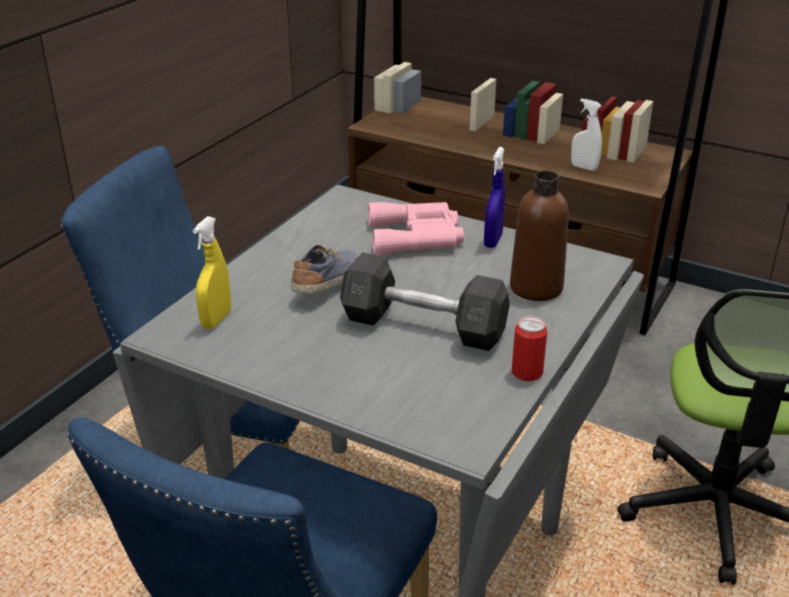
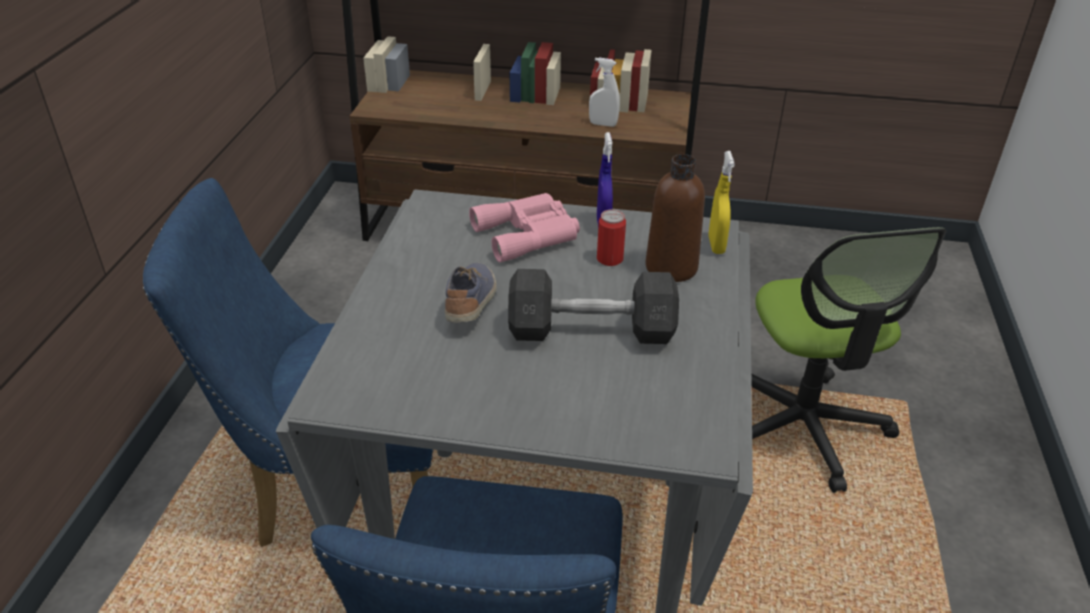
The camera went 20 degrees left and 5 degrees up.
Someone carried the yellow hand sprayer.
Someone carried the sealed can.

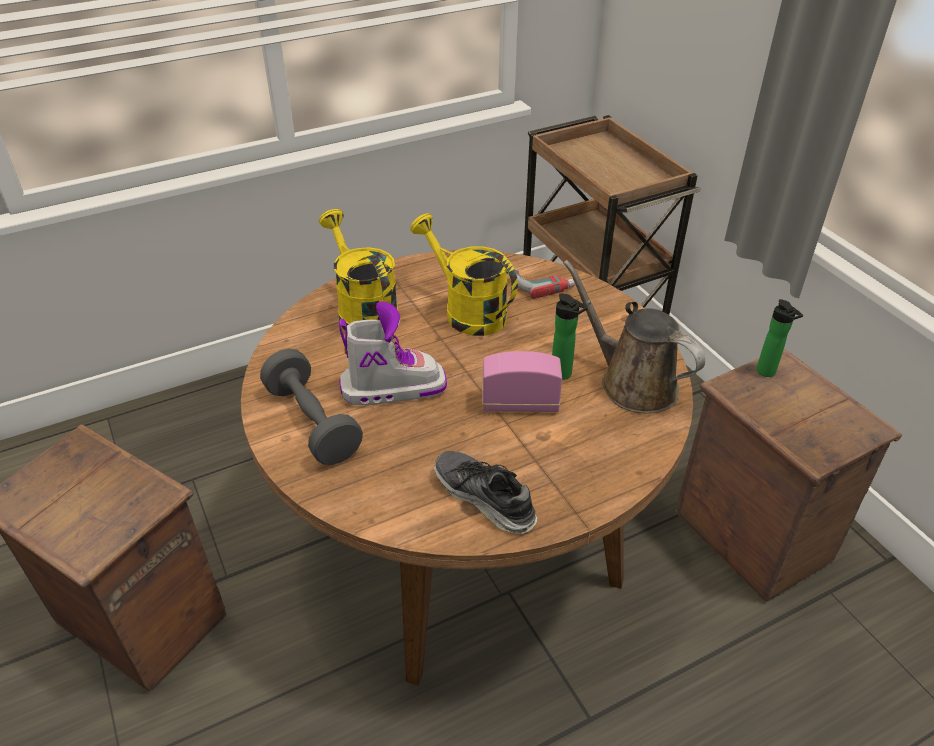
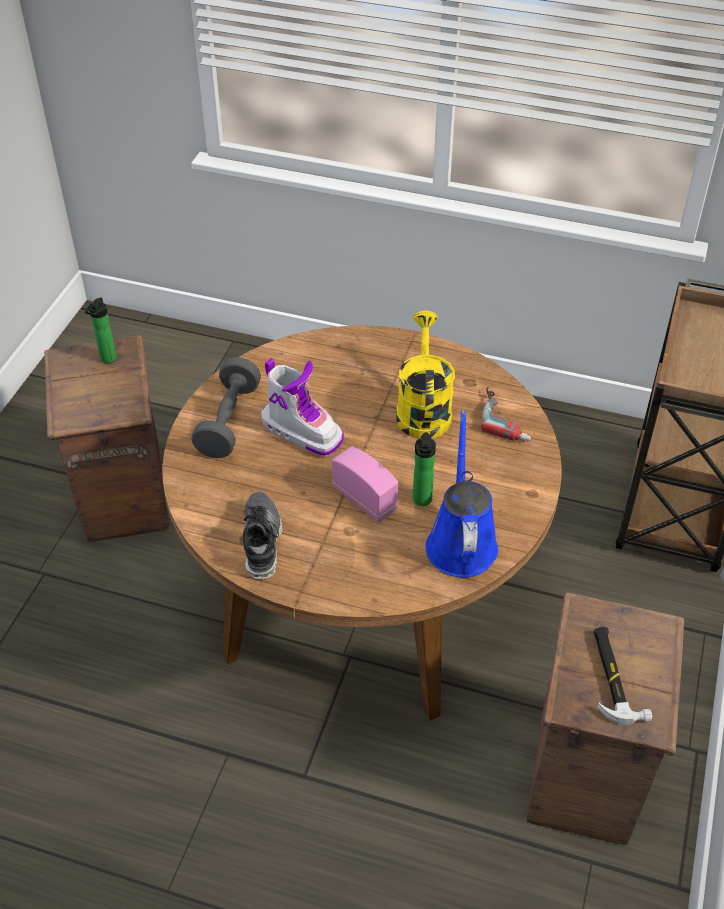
The camera went 45 degrees right and 5 degrees up.
Someone took away the yellow sprinkling can (no. 1 from left).
Someone put down the hand hammer.
Someone carried the beverage bottle (no. 2 from left in the first image).
Someone repainted the brownish sprinkling can, which became the blue-coloured sprinkling can.

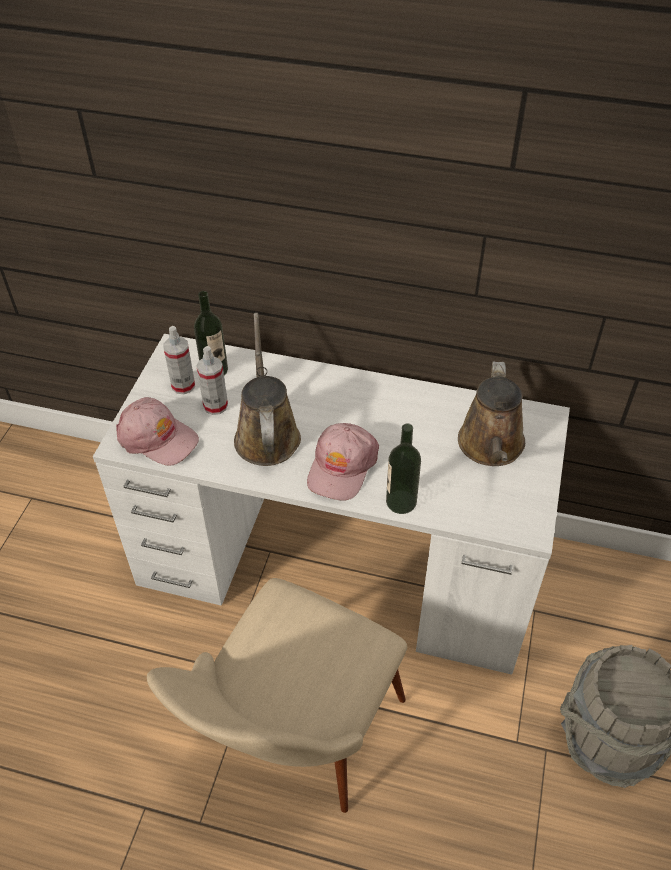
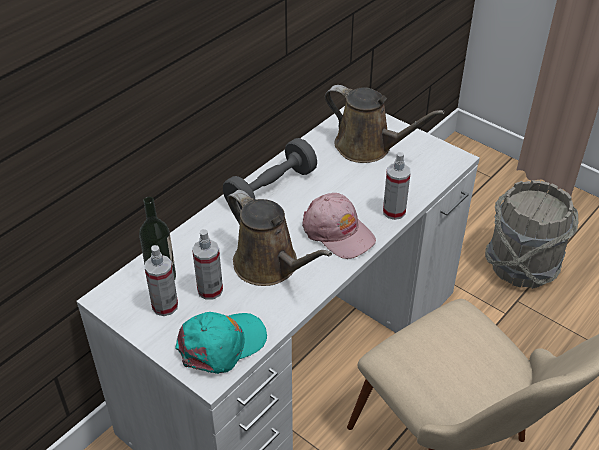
The camera went 65 degrees left and 5 degrees down.
Someone put down the greyish hand weight.
Someone swapped the beverage bottle (no. 2 from left) for the hand sprayer (no. 3 from left).
Someone repainted the pinkish baseball cap (no. 1 from left), which became the turquoise-coloured baseball cap.
Someone rotated the brownish sprinkling can (no. 1 from left) by 150 degrees counterclockwise.

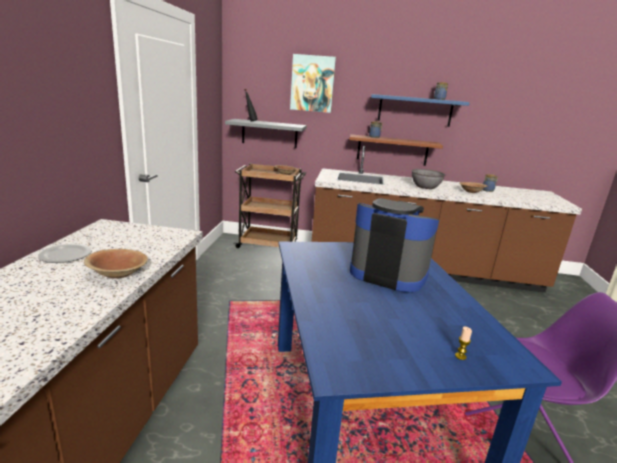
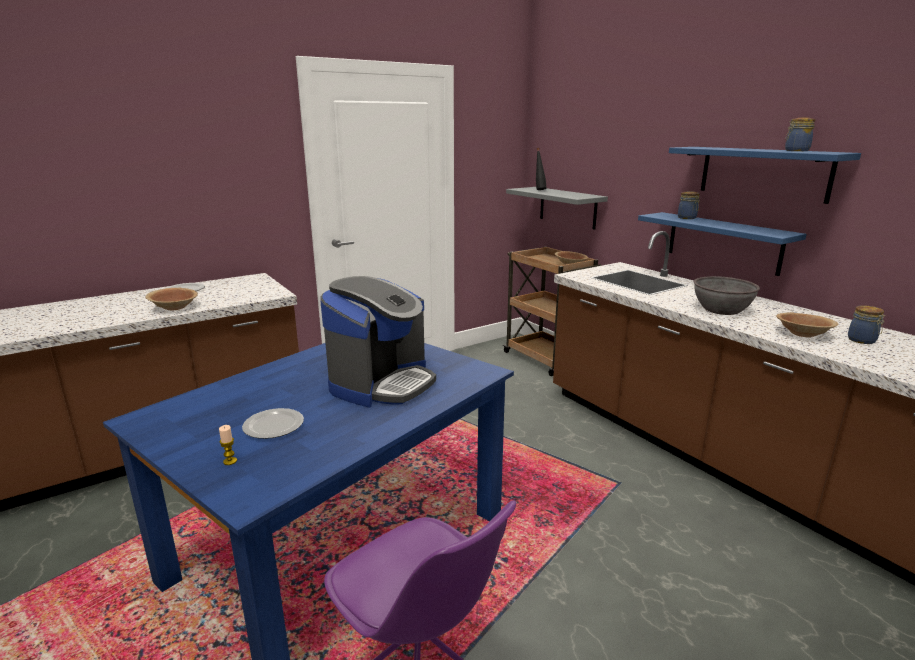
The camera went 50 degrees right and 0 degrees up.
Someone took away the wall art.
Someone put down the dinner plate (no. 2 from left).
Someone repainted the brownish shelf, which became the blue-coloured shelf (no. 1 from left).
Someone rotated the coffee brewer by 45 degrees clockwise.

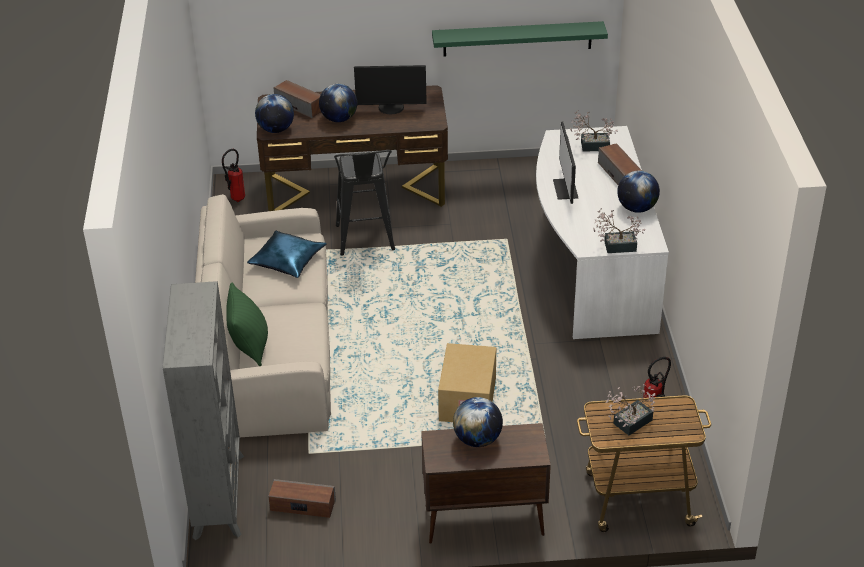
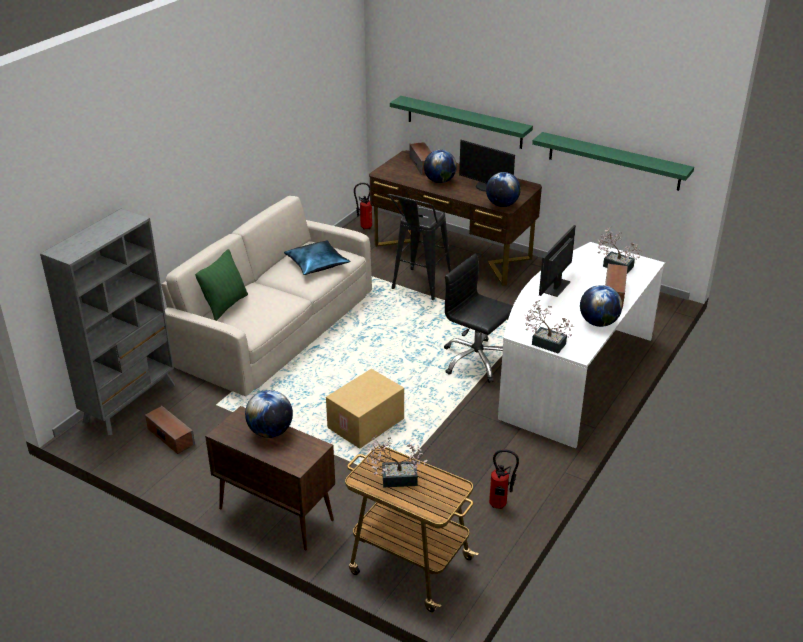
The camera went 35 degrees right and 5 degrees down.
Someone put up the green shelf (no. 1 from left).
Someone put down the black computer chair.
Someone carried the world globe (no. 1 from left in the first image).

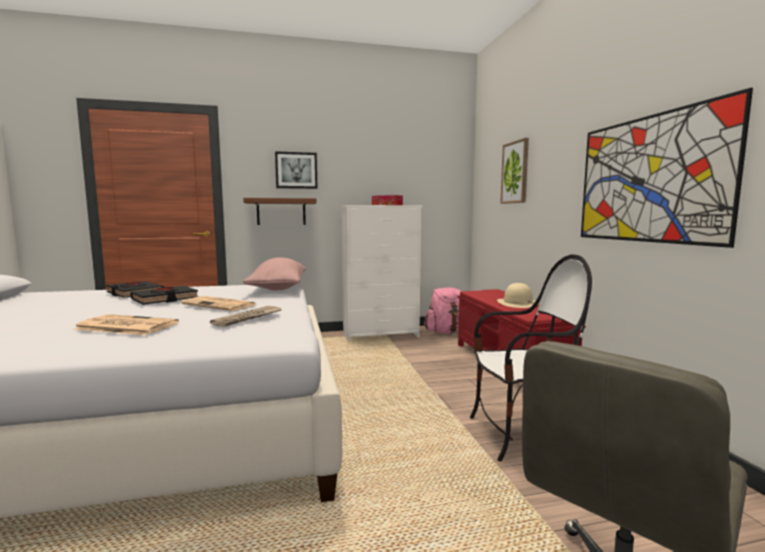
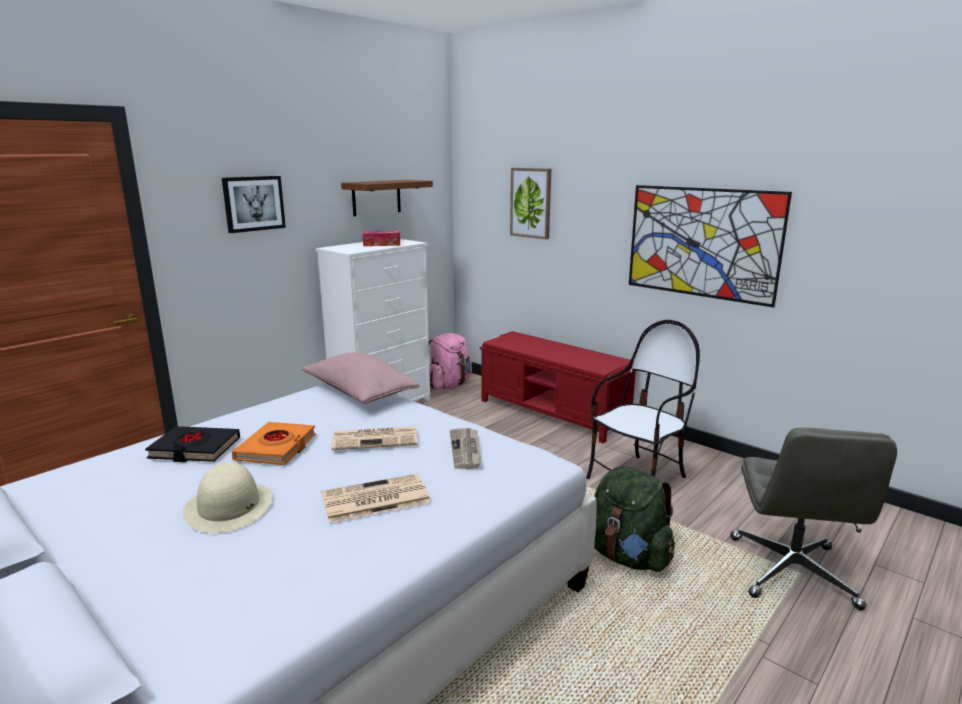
The camera went 35 degrees left and 10 degrees up.
Someone put down the green knapsack.
Someone carried the shelf.
Someone carried the beige hat.
Someone repainted the black bound book (no. 2 from left), which became the orange bound book.

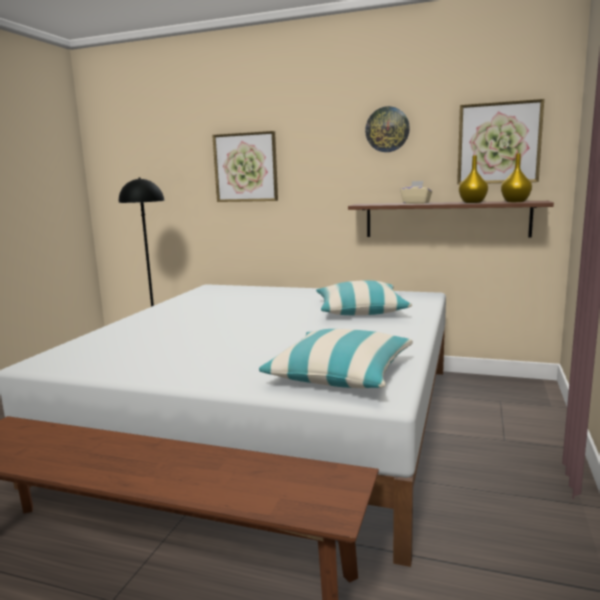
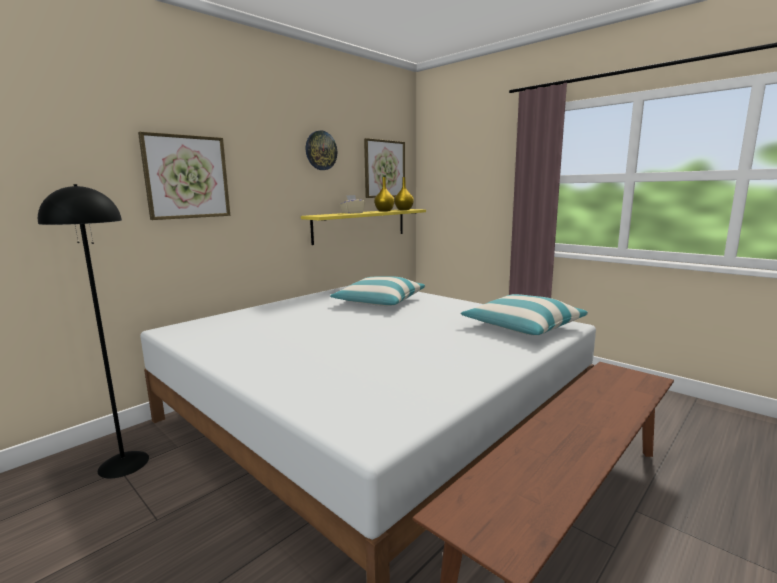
The camera went 65 degrees left and 0 degrees up.
Someone repainted the brownish shelf, which became the yellow shelf.

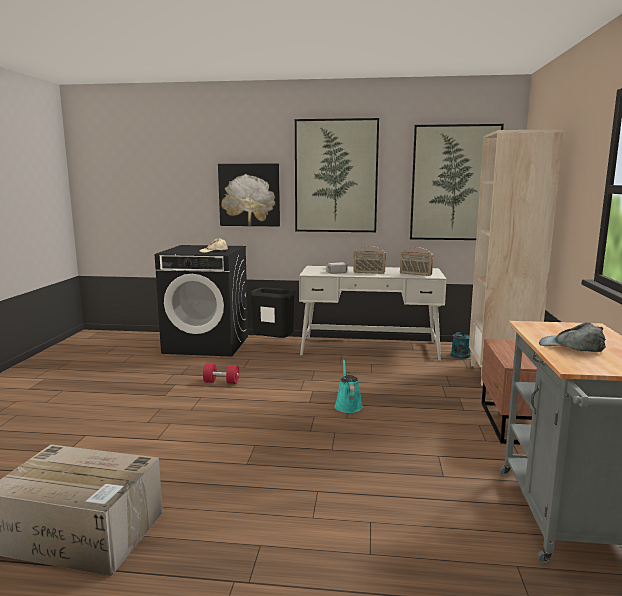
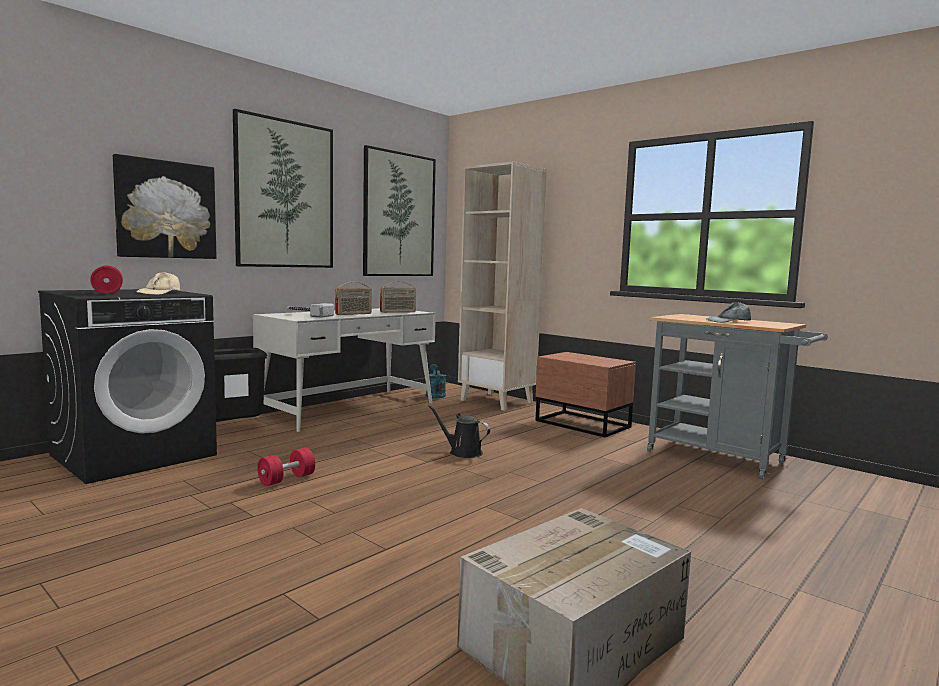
The camera went 55 degrees left and 5 degrees down.
Someone put down the red hand weight (no. 1 from left).
Someone repainted the turquoise-coloured sprinkling can (no. 1 from left), which became the black sprinkling can.

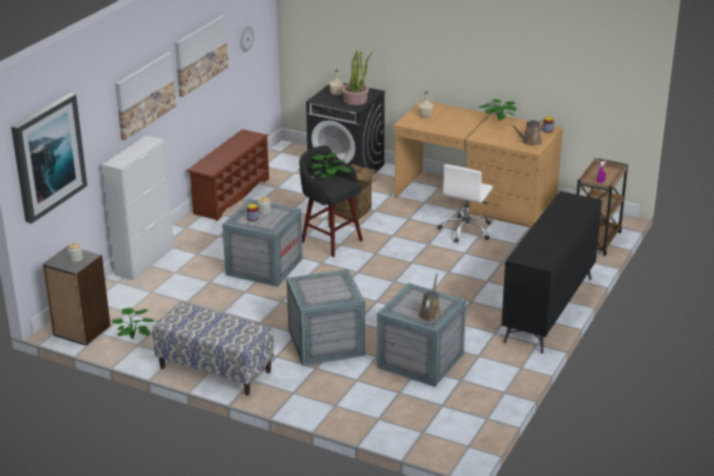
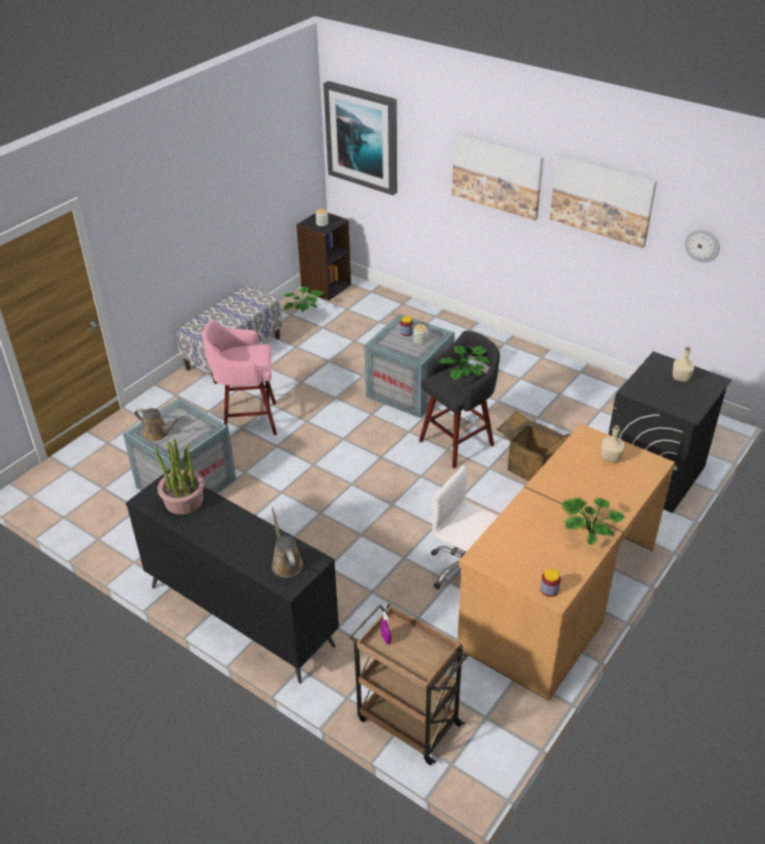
The camera went 100 degrees right and 10 degrees up.
Someone took away the whitish storage cabinet.
Someone took away the brownish shoe stand.
Someone carried the houseplant (no. 3 from left in the first image).
Someone carried the brownish sprinkling can (no. 2 from left).
Someone swapped the shipping crate (no. 2 from left) for the pinkish stool seat.

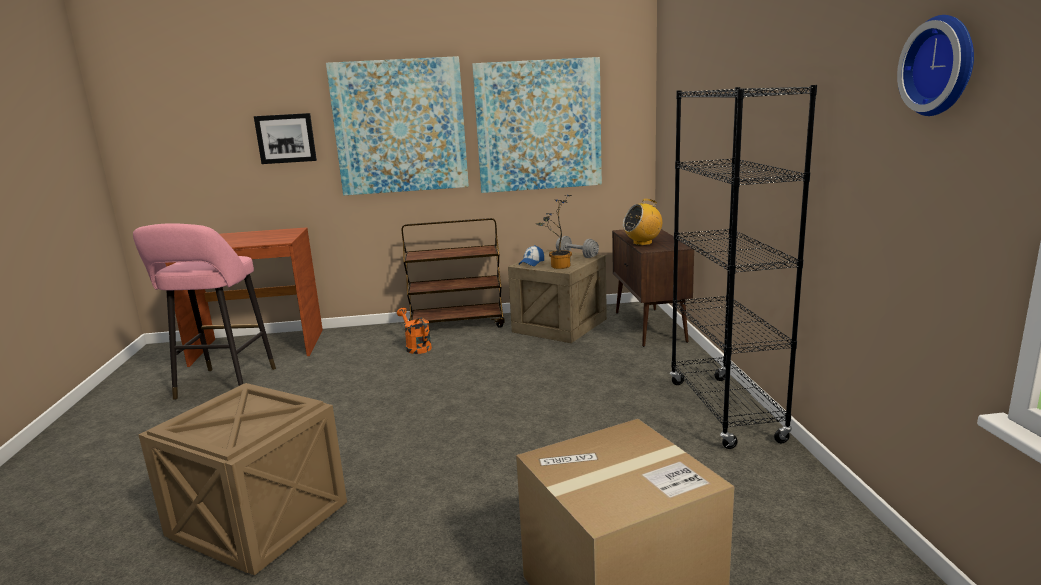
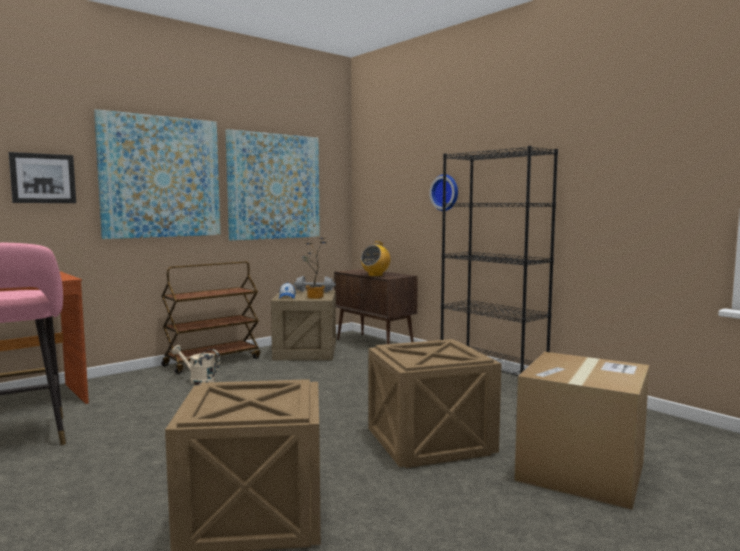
The camera went 35 degrees left and 10 degrees down.
Someone put down the shipping crate (no. 3 from left).
Someone carried the wall clock.
Someone repainted the orange sprinkling can, which became the beige sprinkling can.

